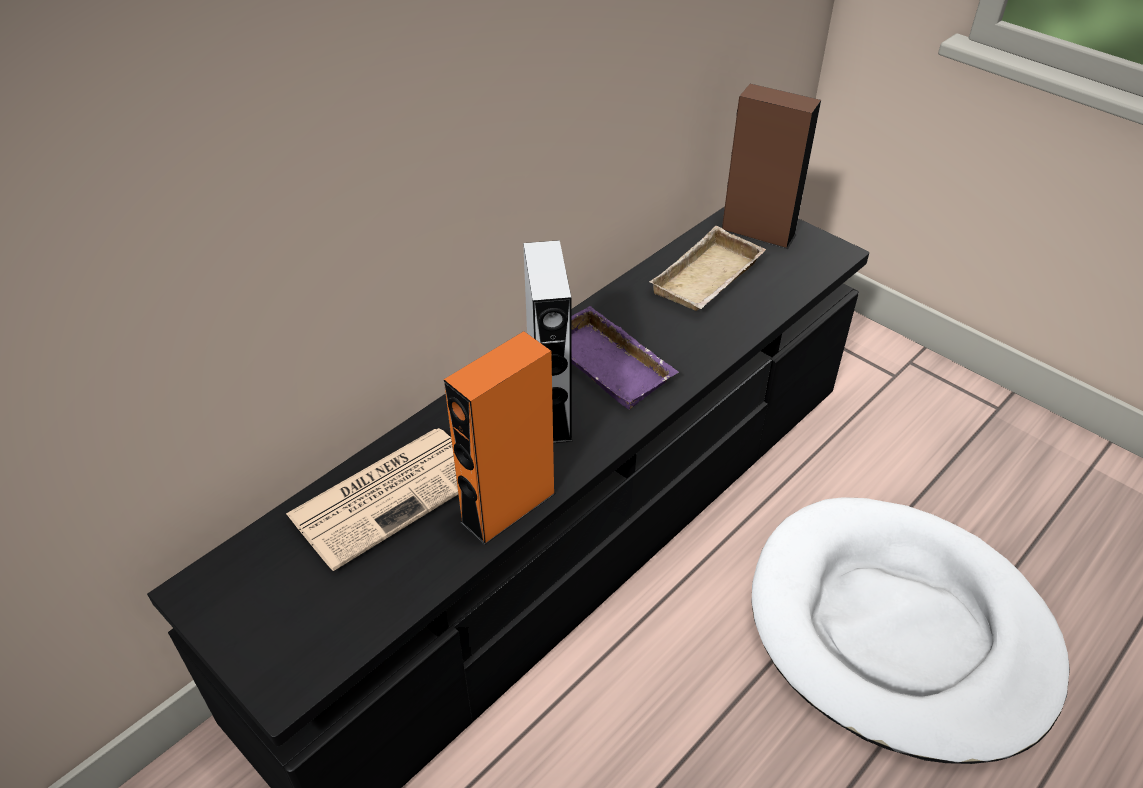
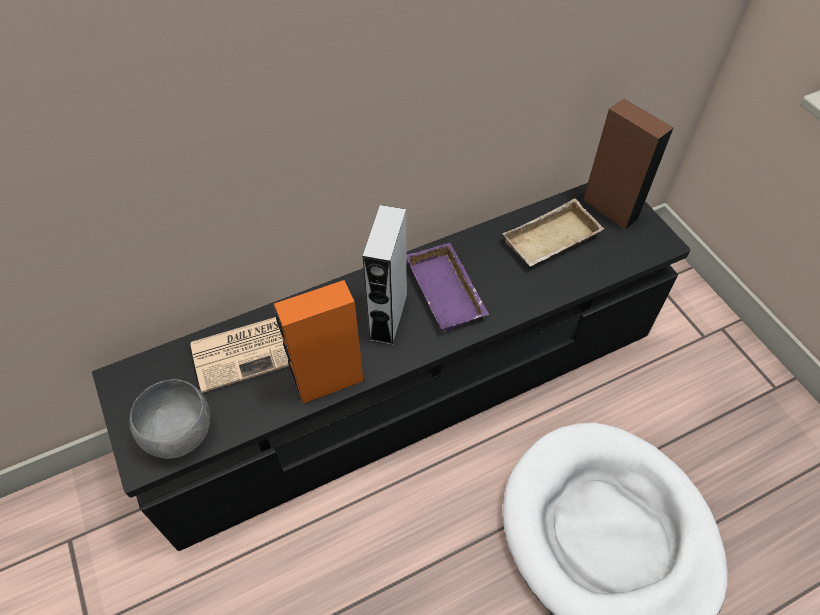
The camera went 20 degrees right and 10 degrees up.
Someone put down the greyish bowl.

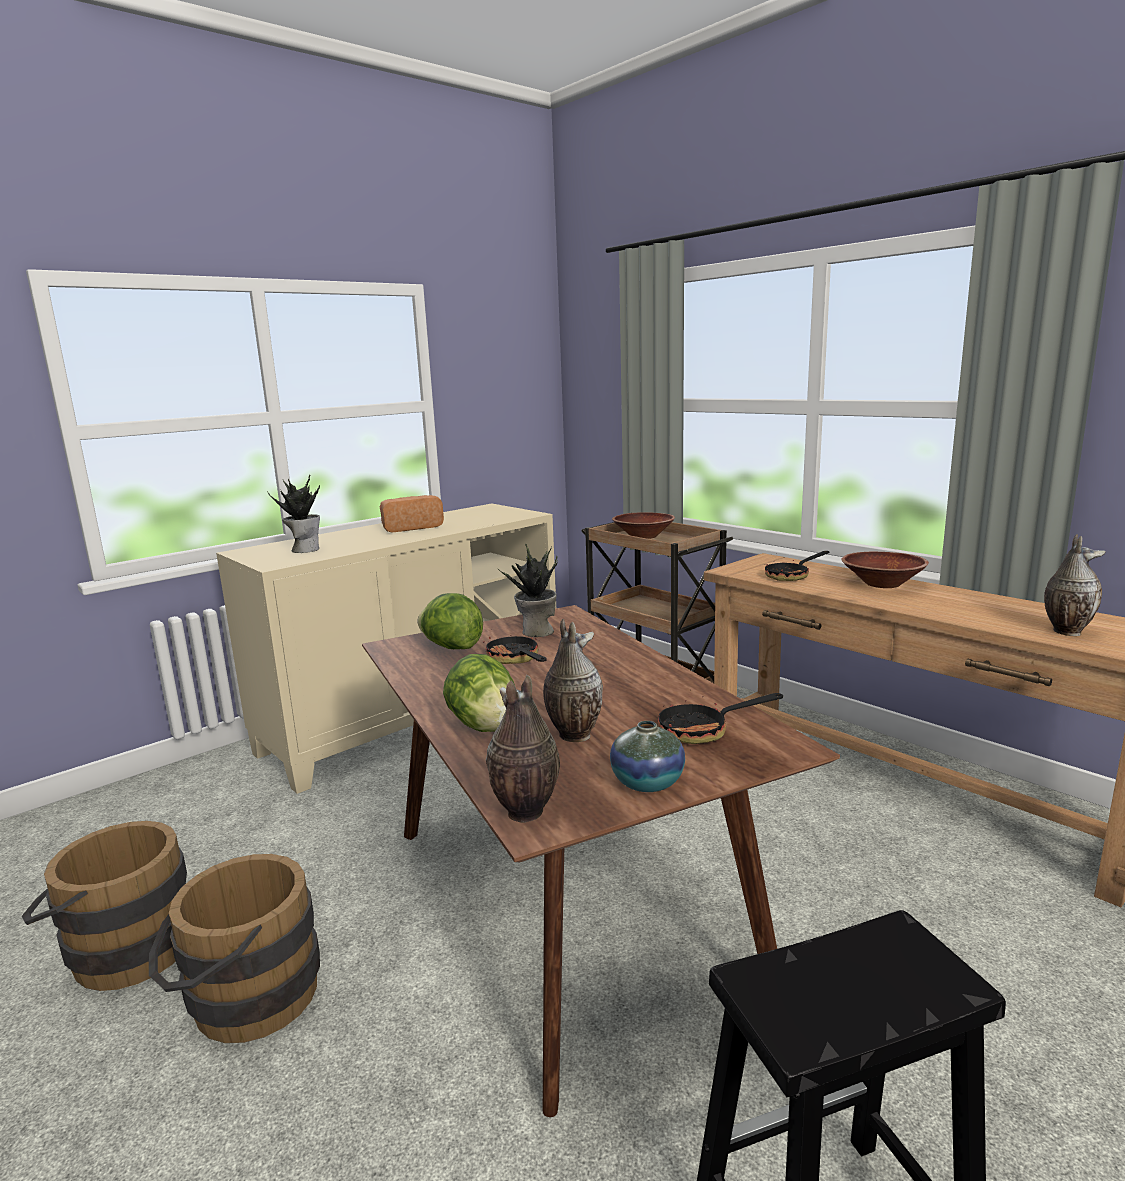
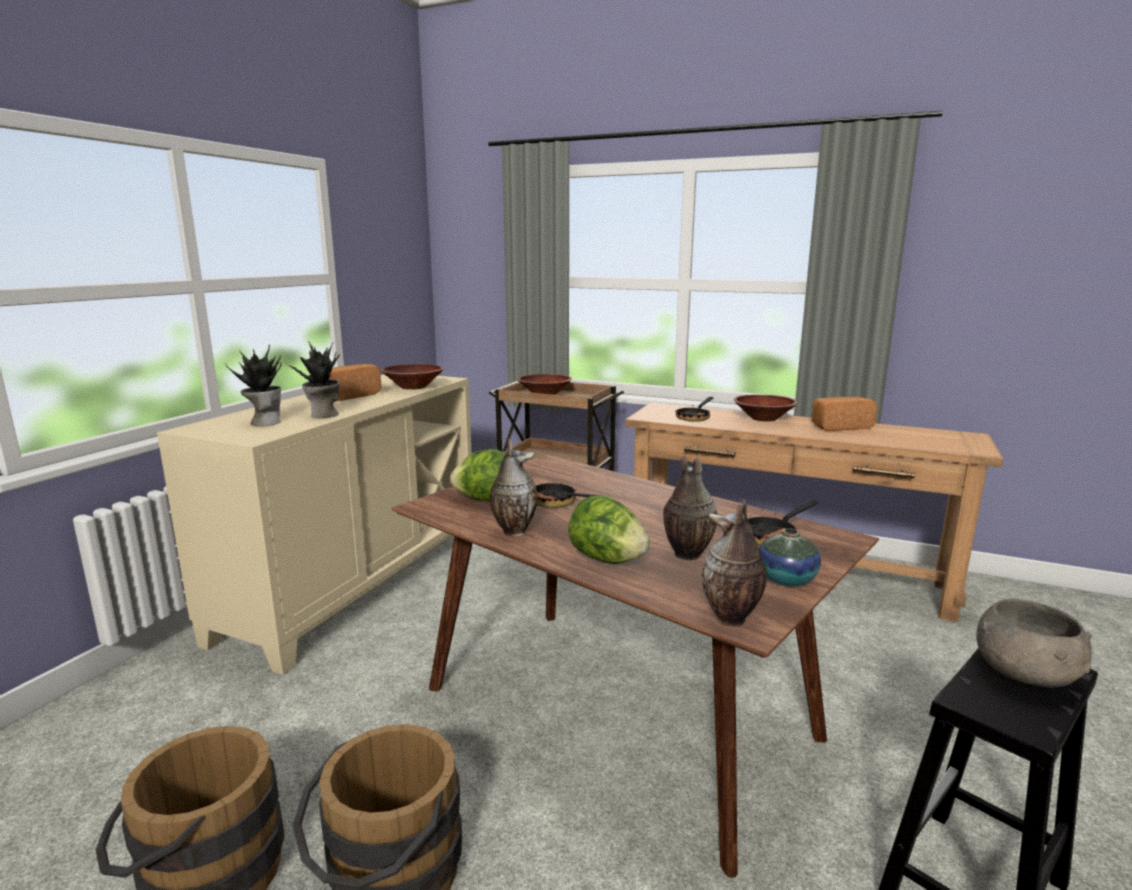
The camera went 25 degrees left and 0 degrees up.
Someone put down the brownish bowl (no. 1 from left).
Someone put down the bakery bread (no. 2 from left).
Someone put down the greyish bowl.
Someone carried the houseplant (no. 2 from left).
Someone carried the flower vase (no. 4 from left in the first image).

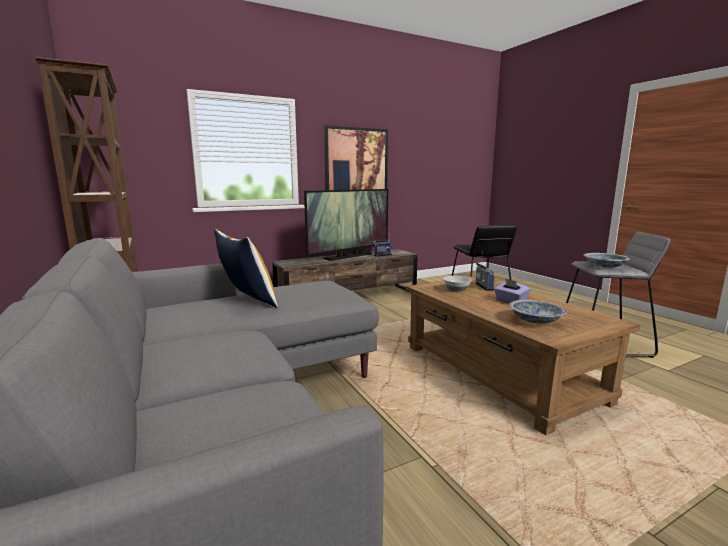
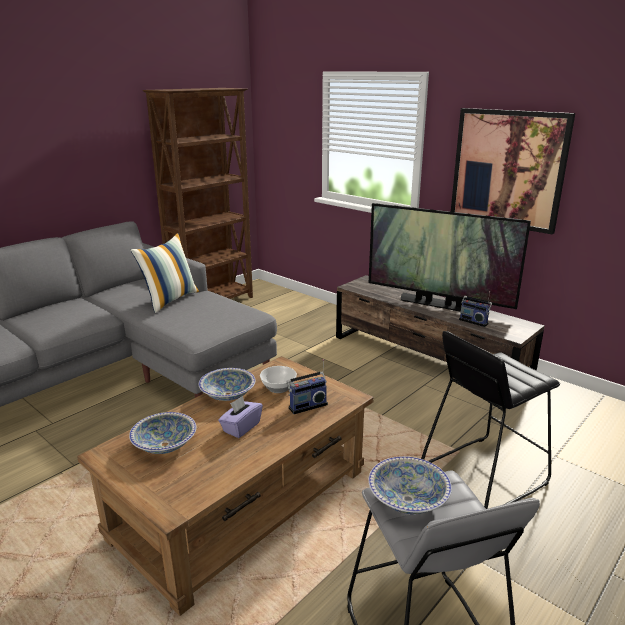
The camera went 70 degrees right and 10 degrees up.
Someone put down the bowl (no. 2 from left).

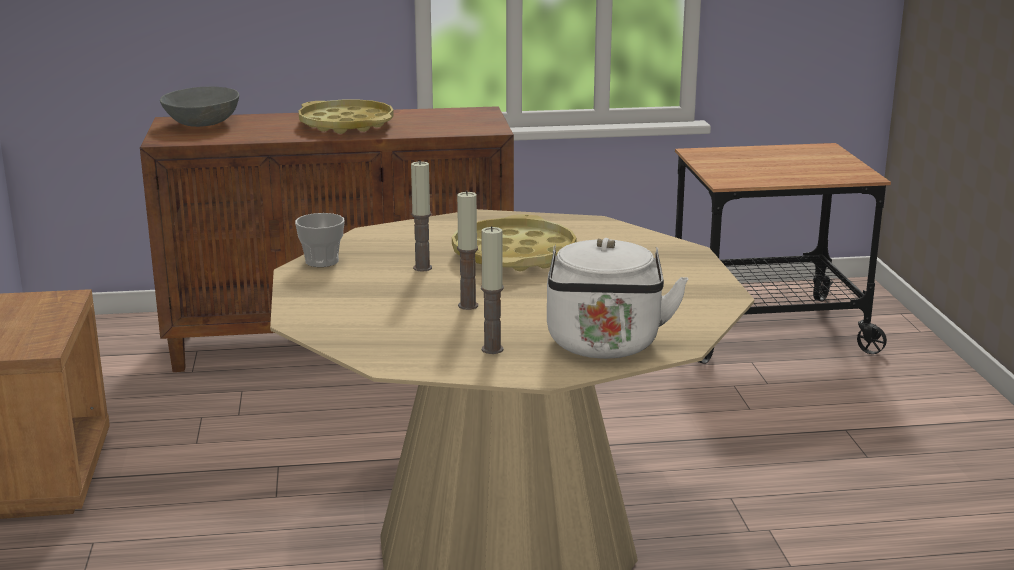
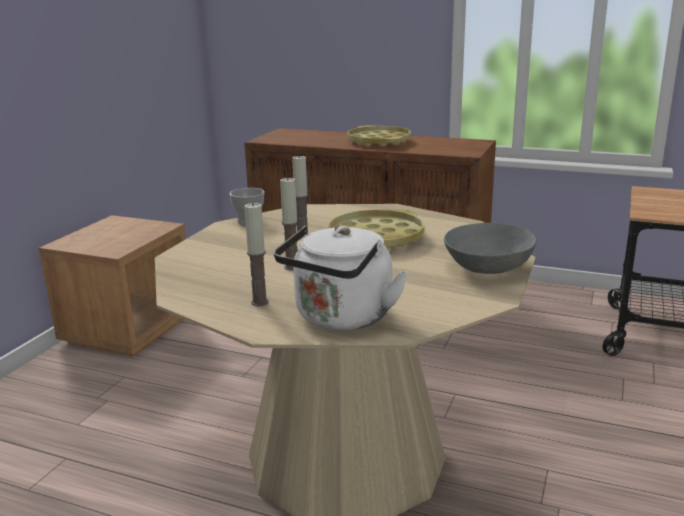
The camera went 30 degrees right and 0 degrees up.
Someone carried the greyish bowl.

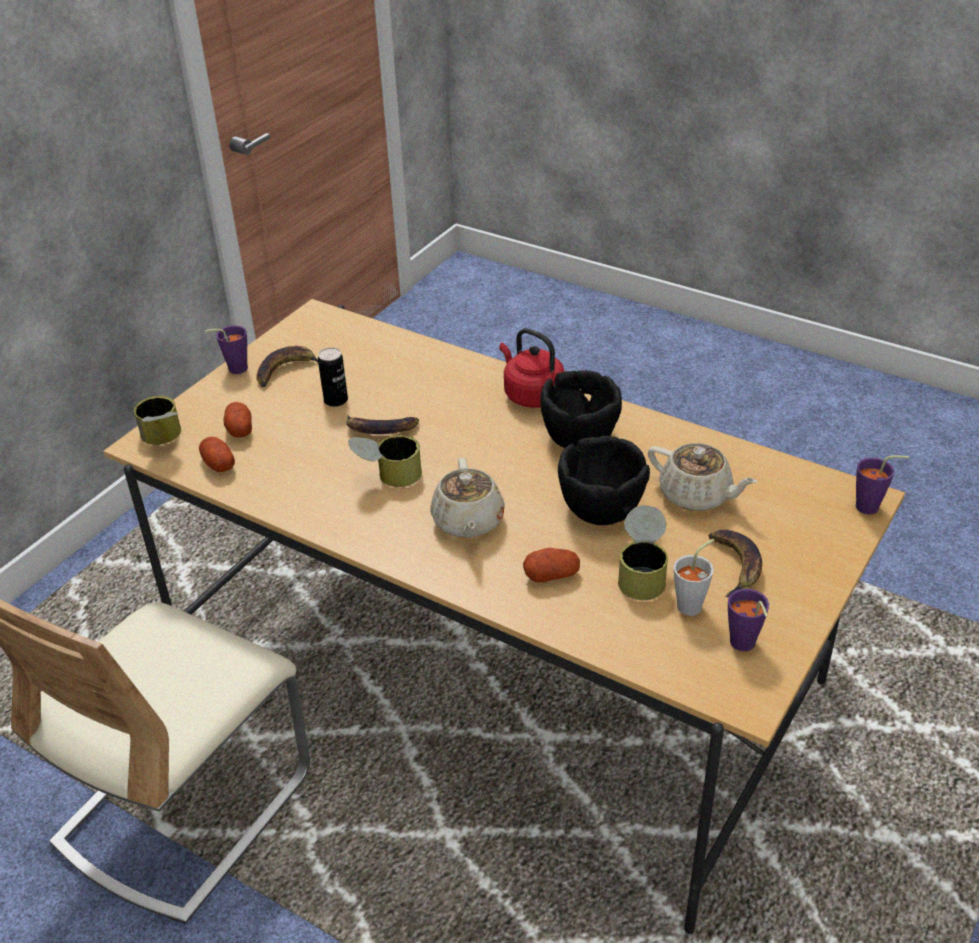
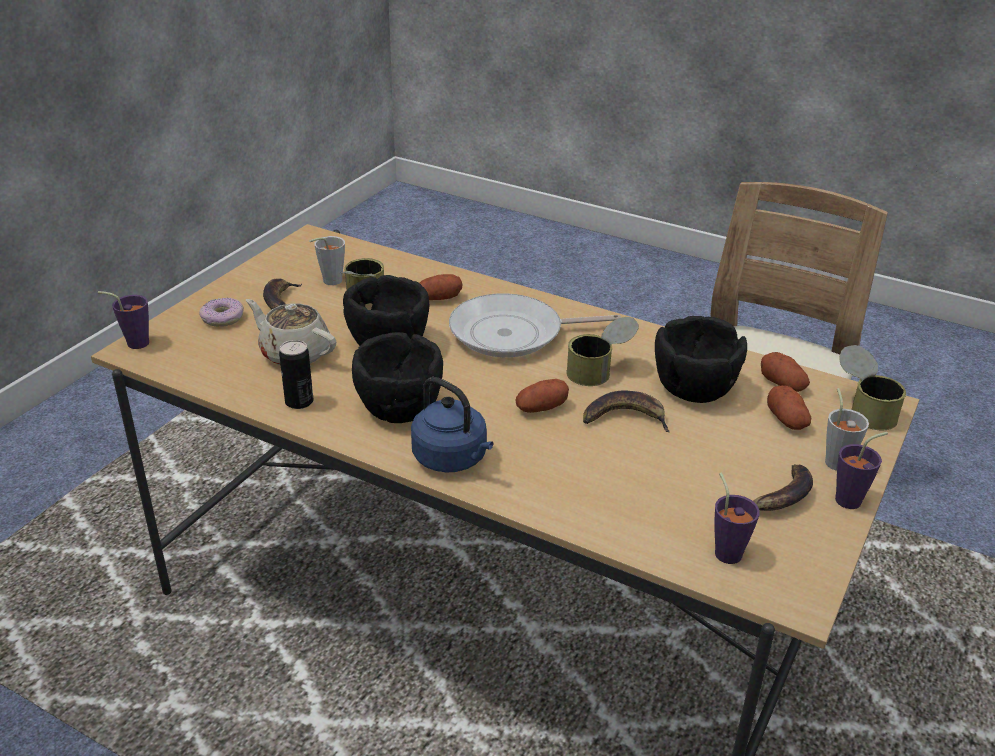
The camera went 175 degrees right and 5 degrees down.
Someone put down the donut.
Someone put down the spud (no. 2 from left).
Someone put down the black bowl (no. 3 from left).
Someone put down the greyish cup (no. 2 from left).
Someone carried the sealed can (no. 2 from left in the first image).
Someone carried the purple-coloured cup (no. 2 from left).
Someone swapped the beige teapot (no. 1 from left) for the pan.
Someone repainted the red tea kettle, which became the blue-coloured tea kettle.

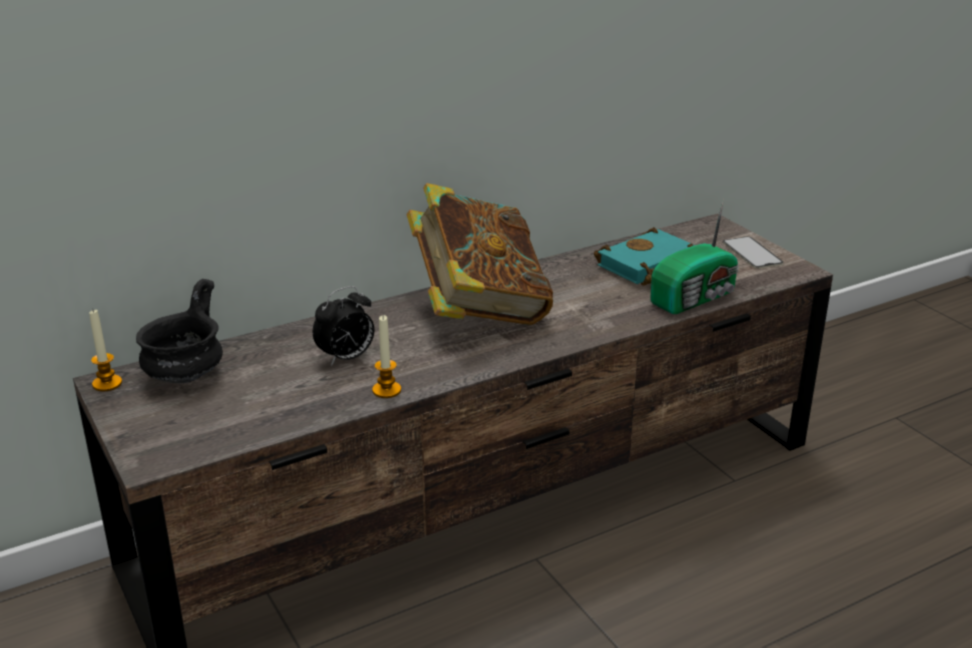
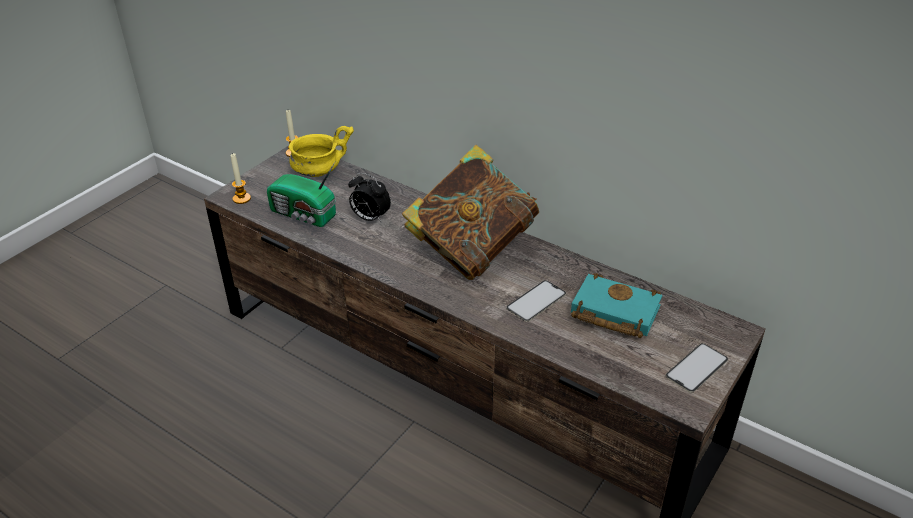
The camera went 65 degrees right and 10 degrees up.
Someone put down the telephone (no. 1 from left).
Someone carried the wax candle (no. 2 from left in the first image).
Someone carried the radio receiver.
Someone repainted the black bowl, which became the yellow bowl.

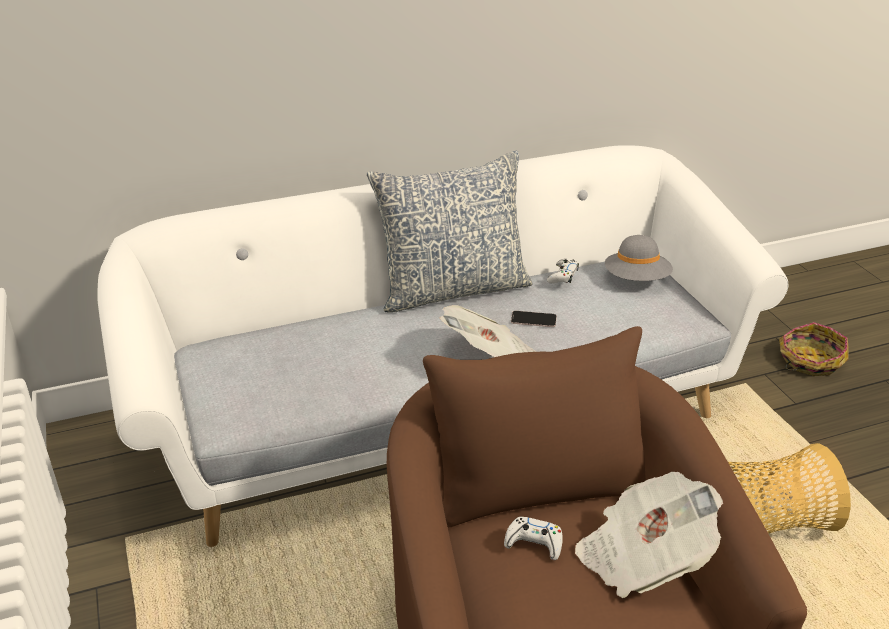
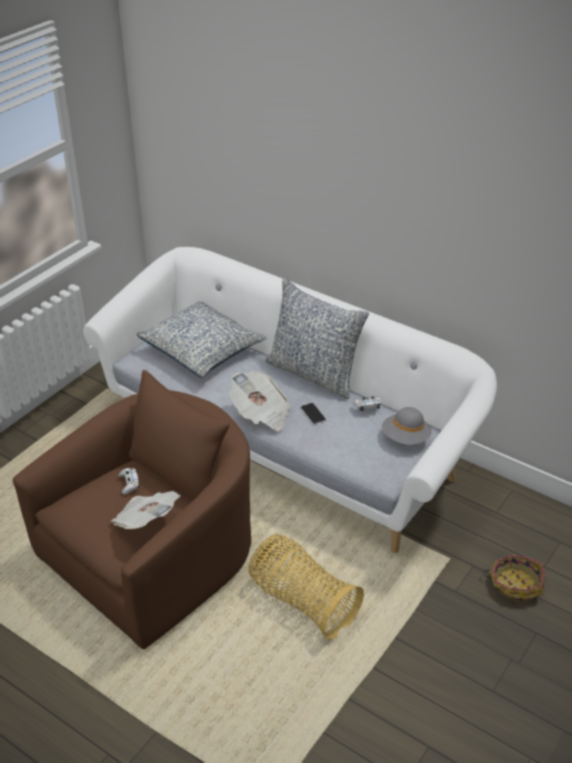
The camera went 55 degrees right and 5 degrees up.
Someone put down the throw pillow (no. 1 from left).

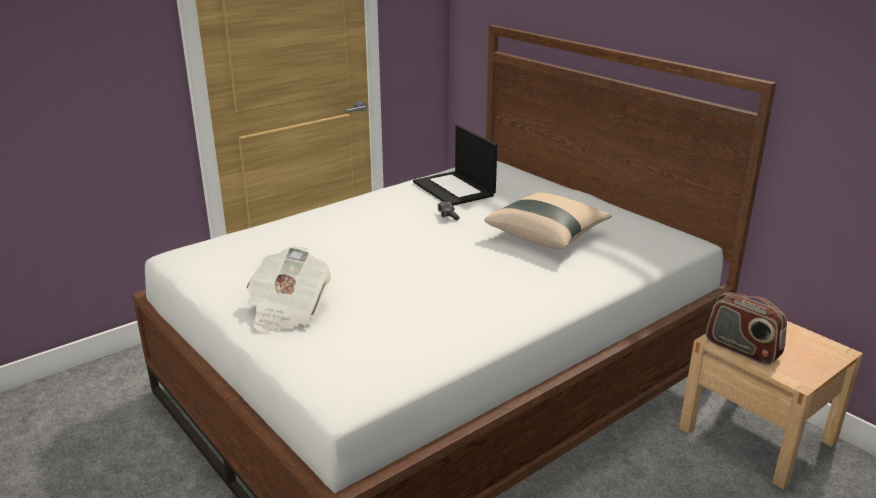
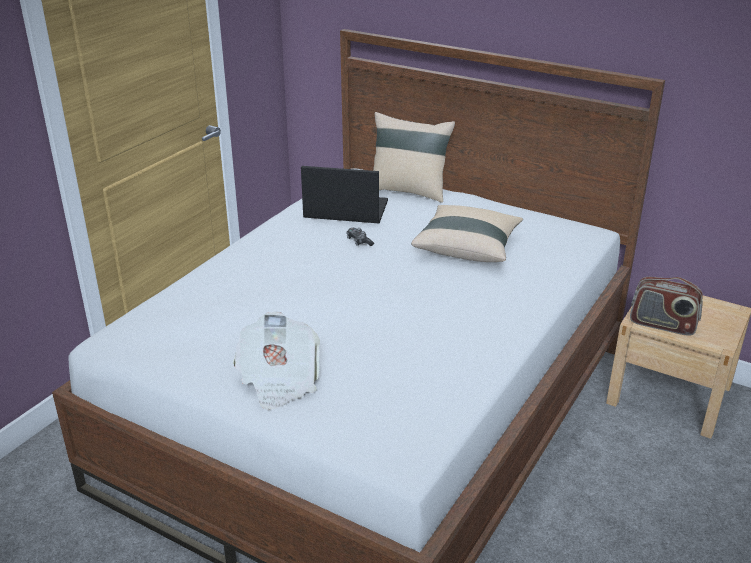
The camera went 20 degrees left and 5 degrees up.
Someone put down the beige throw pillow (no. 1 from left).
Someone rotated the laptop by 150 degrees clockwise.

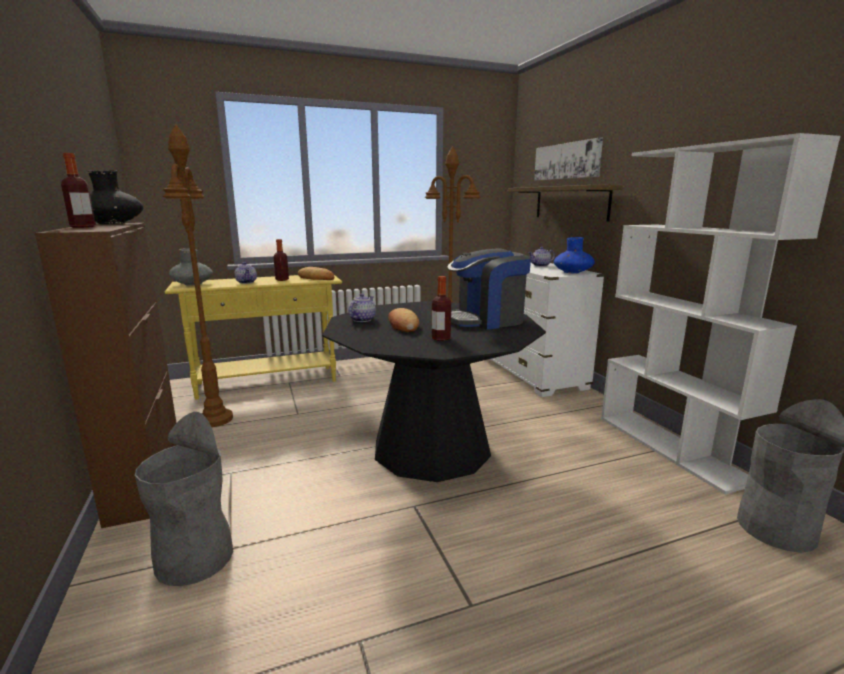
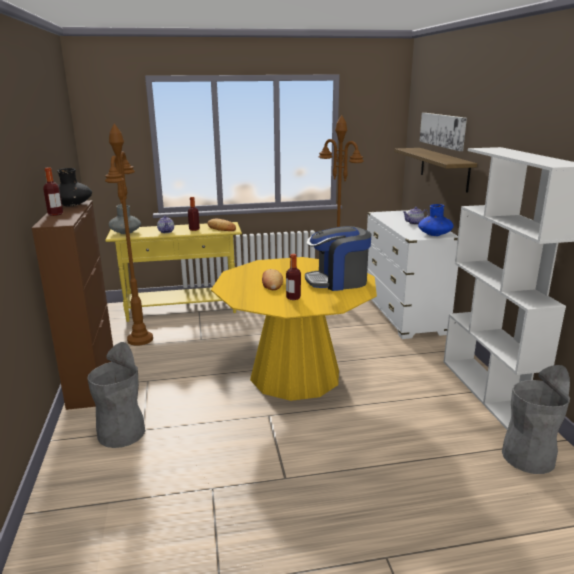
The camera went 10 degrees right and 5 degrees up.
Someone took away the teapot (no. 2 from left).
Someone repainted the black dinner table, which became the yellow dinner table.

